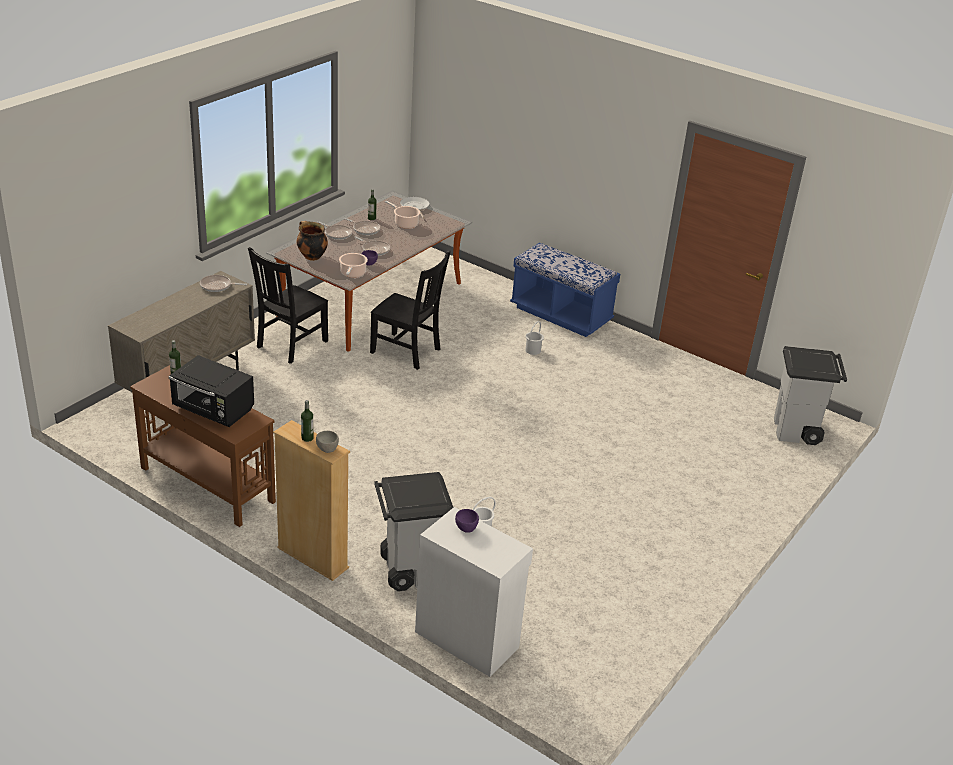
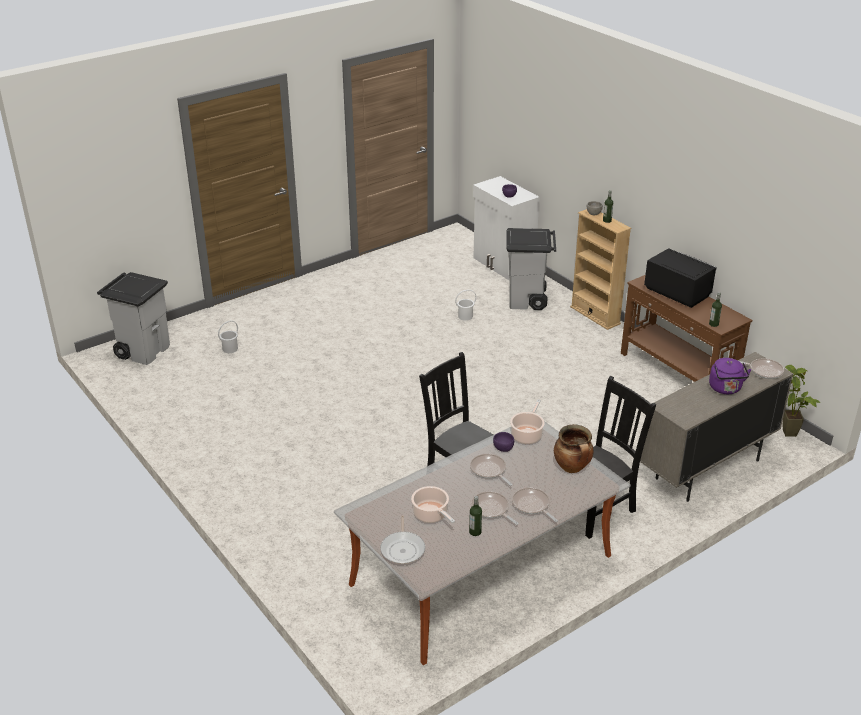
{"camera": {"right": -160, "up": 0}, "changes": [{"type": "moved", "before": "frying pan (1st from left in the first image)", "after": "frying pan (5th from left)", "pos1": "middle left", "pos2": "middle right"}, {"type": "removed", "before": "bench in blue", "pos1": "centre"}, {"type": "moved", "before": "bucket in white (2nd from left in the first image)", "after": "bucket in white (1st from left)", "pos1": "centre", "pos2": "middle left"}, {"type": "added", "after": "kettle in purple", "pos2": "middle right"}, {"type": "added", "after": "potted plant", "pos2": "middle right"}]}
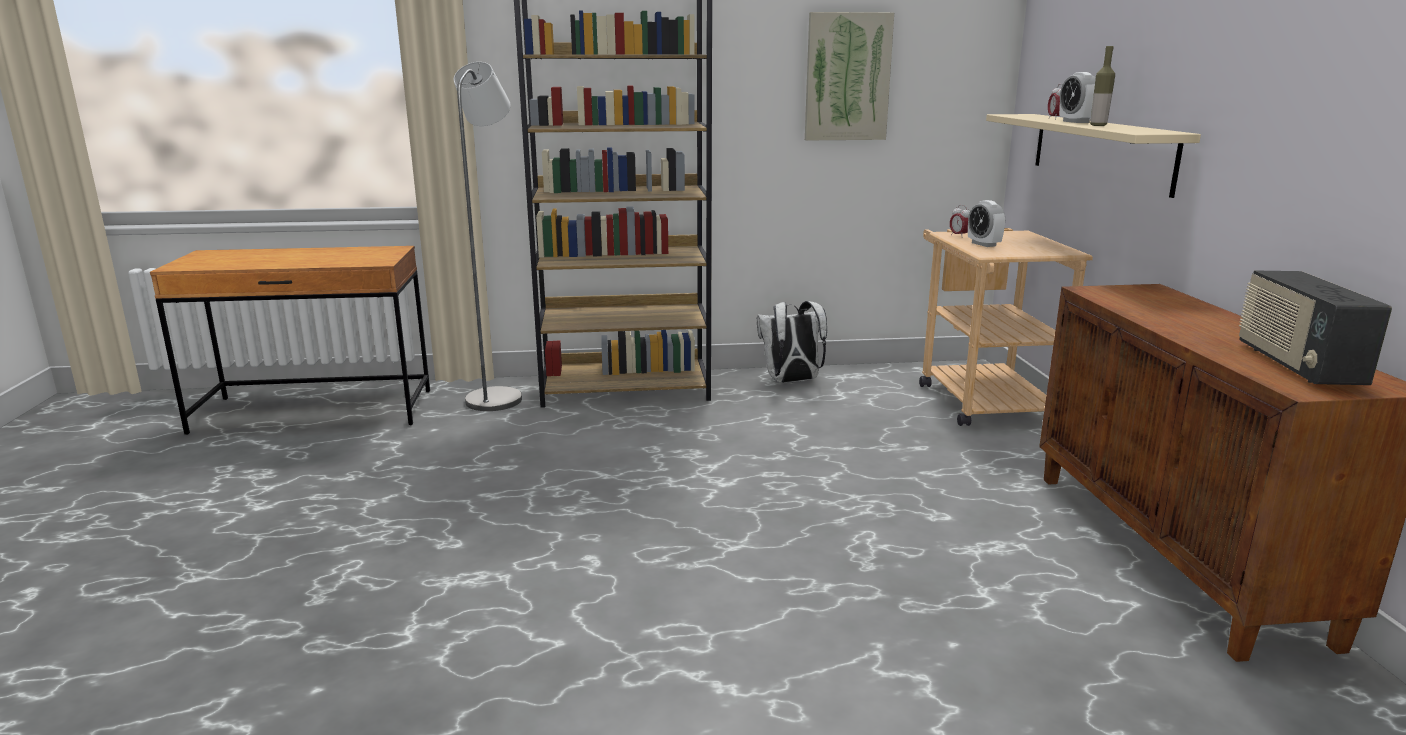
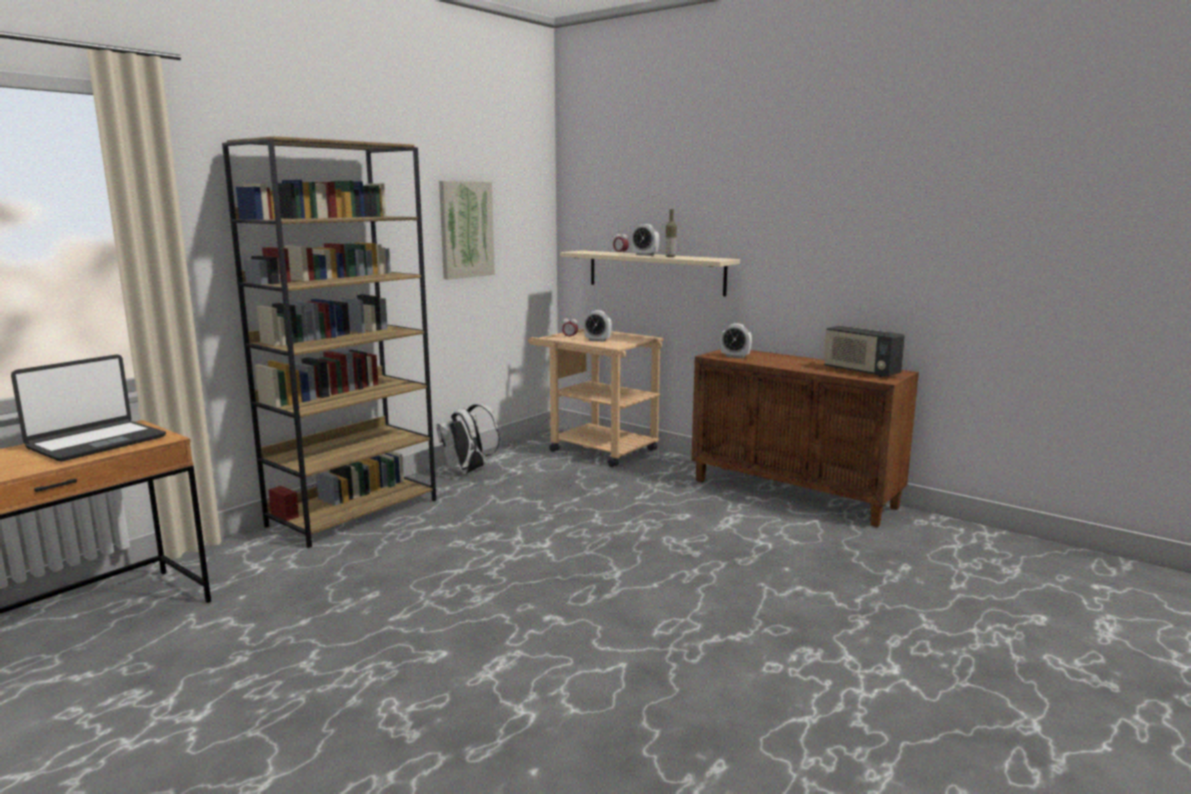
{"camera": {"right": -45, "up": -5}, "changes": [{"type": "removed", "before": "floor lamp in grey", "pos1": "top centre"}, {"type": "added", "after": "laptop", "pos2": "middle left"}, {"type": "added", "after": "alarm clock (5th from left)", "pos2": "centre"}]}
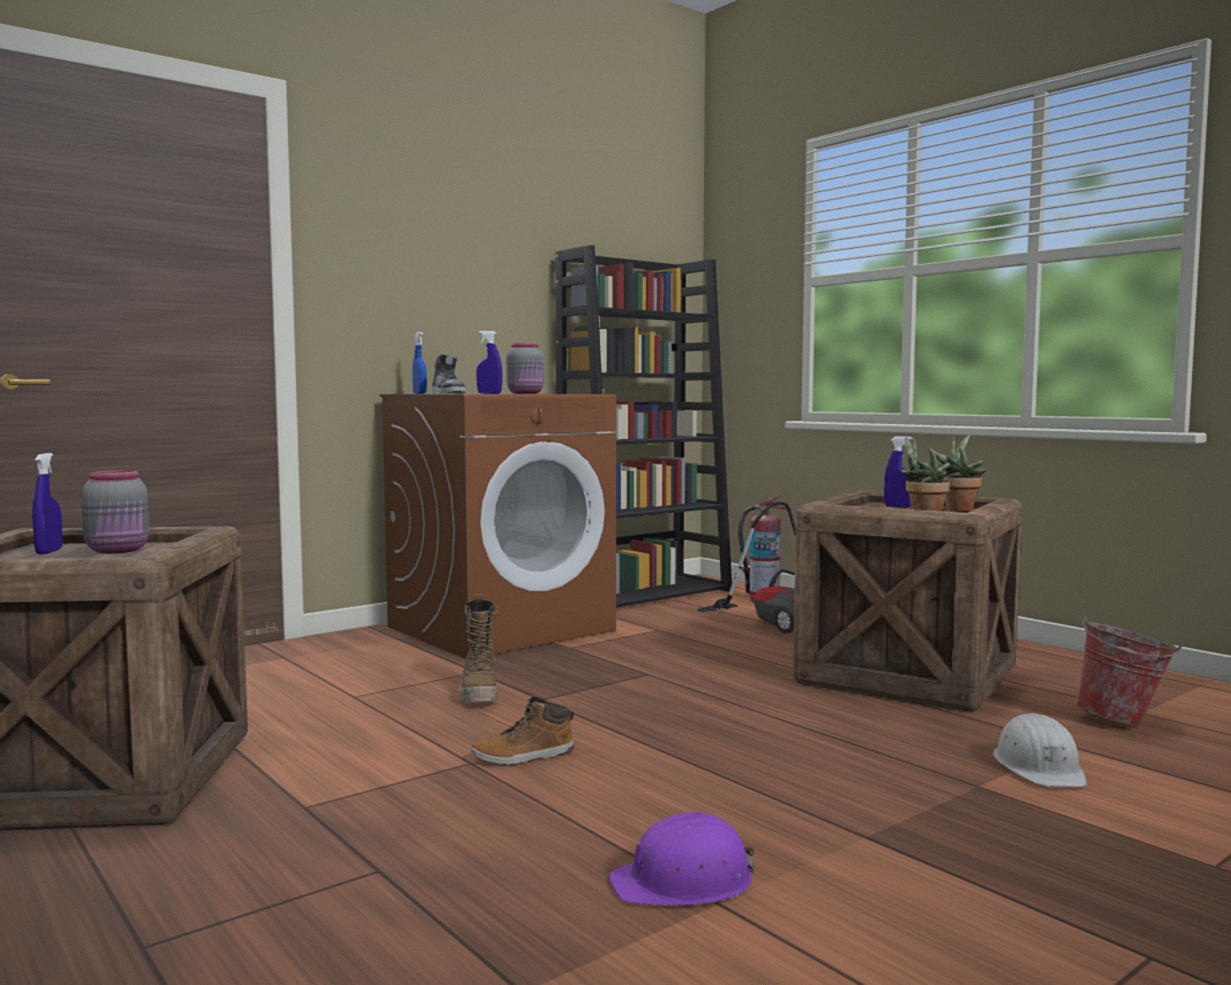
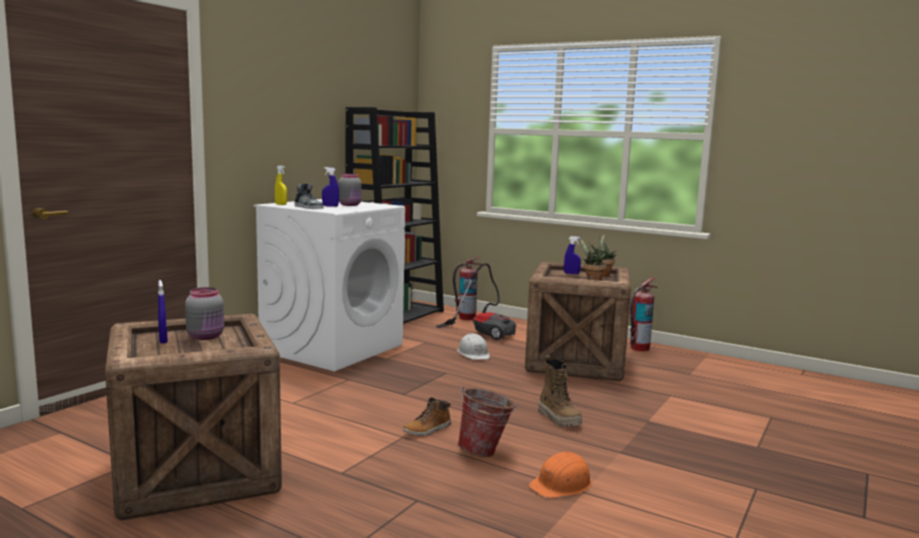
{"camera": {"right": -20, "up": 5}, "changes": [{"type": "recoloured", "before": "washing machine in brown", "after": "washing machine in white", "pos1": "centre", "pos2": "centre"}, {"type": "recoloured", "before": "spray bottle in blue (2nd from left)", "after": "spray bottle in yellow", "pos1": "centre", "pos2": "middle left"}, {"type": "moved", "before": "boot (1st from left in the first image)", "after": "boot (2nd from left)", "pos1": "centre", "pos2": "bottom centre"}, {"type": "recoloured", "before": "hard hat in purple", "after": "hard hat in orange", "pos1": "bottom centre", "pos2": "bottom centre"}, {"type": "moved", "before": "hard hat in white", "pos1": "bottom right", "pos2": "centre"}, {"type": "moved", "before": "bucket", "pos1": "bottom right", "pos2": "bottom centre"}, {"type": "added", "after": "fire extinguisher (2nd from left)", "pos2": "middle right"}]}
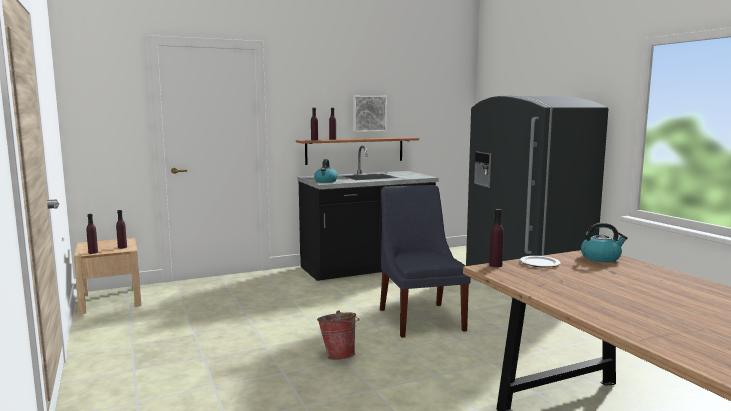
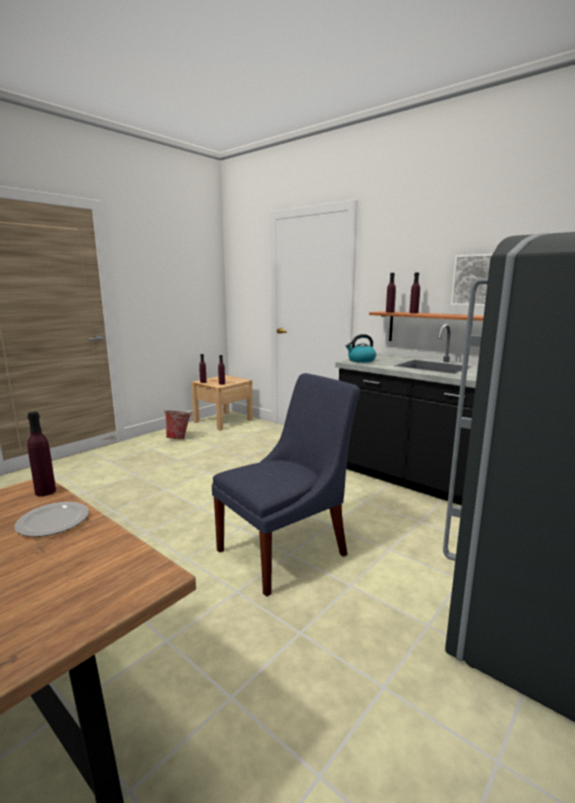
{"camera": {"right": 65, "up": 5}, "changes": [{"type": "moved", "before": "bucket", "pos1": "bottom centre", "pos2": "middle left"}, {"type": "removed", "before": "kettle (2nd from left)", "pos1": "middle right"}]}
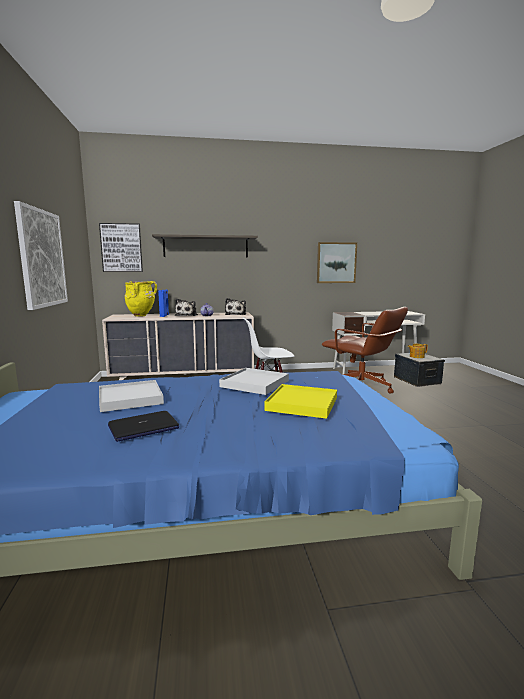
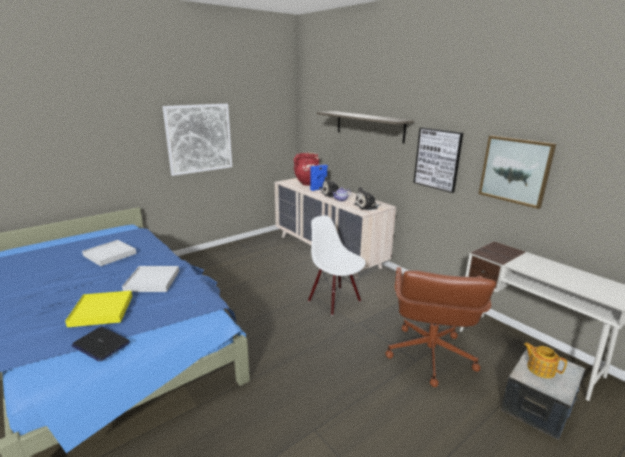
{"camera": {"right": 60, "up": 10}, "changes": [{"type": "moved", "before": "picture (2nd from left)", "pos1": "middle left", "pos2": "middle right"}, {"type": "moved", "before": "laptop", "pos1": "middle left", "pos2": "bottom left"}, {"type": "recoloured", "before": "vase in yellow", "after": "vase in red", "pos1": "middle left", "pos2": "centre"}]}
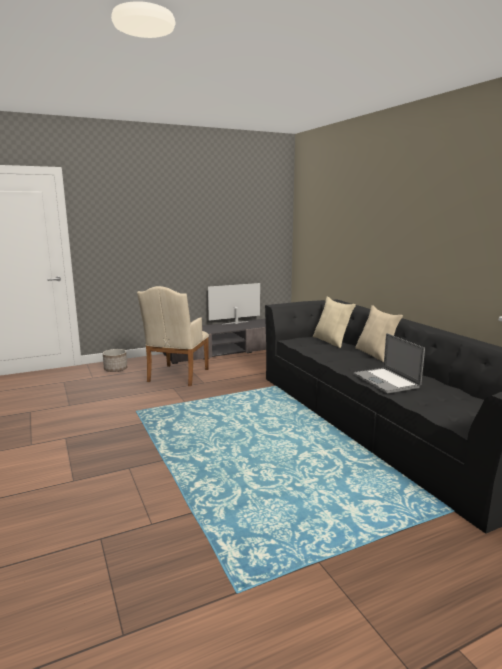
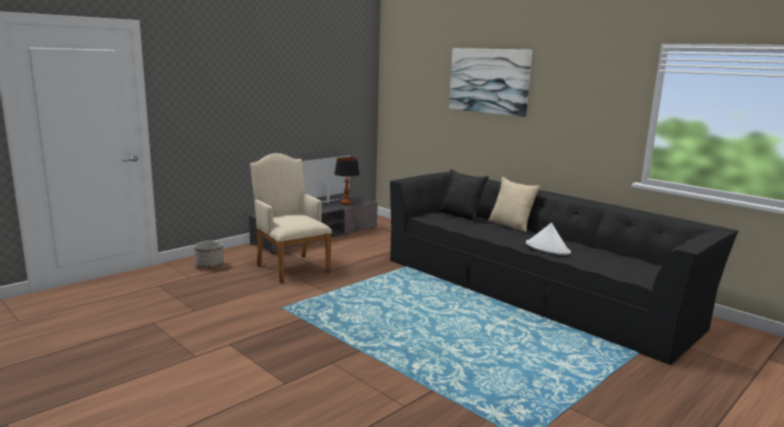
{"camera": {"right": -20, "up": 0}, "changes": [{"type": "turned", "before": "armchair in beige", "pos1": "centre", "pos2": "centre", "turn": 150}, {"type": "recoloured", "before": "pillow in beige (1st from left)", "after": "pillow in black", "pos1": "centre", "pos2": "centre"}, {"type": "replaced", "before": "laptop", "after": "hat in white", "pos1": "middle right", "pos2": "middle right"}, {"type": "added", "after": "table lamp", "pos2": "centre"}, {"type": "added", "after": "picture", "pos2": "top centre"}]}
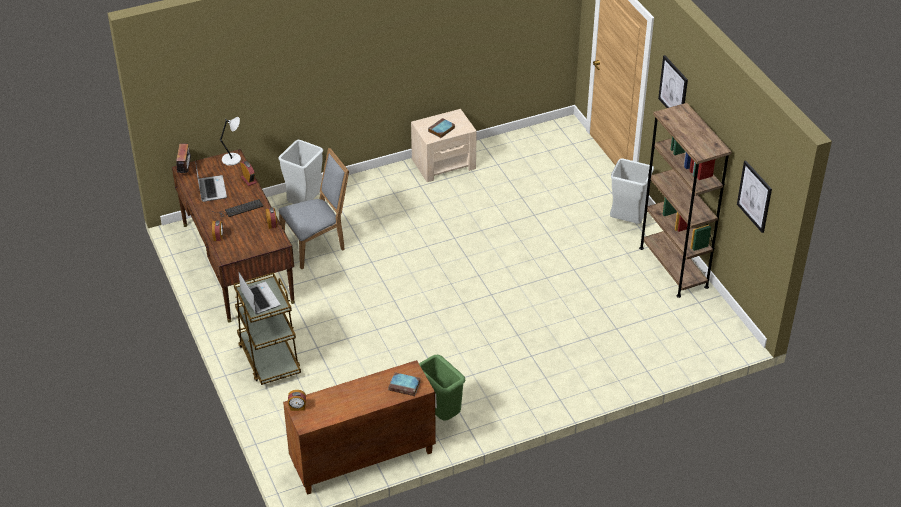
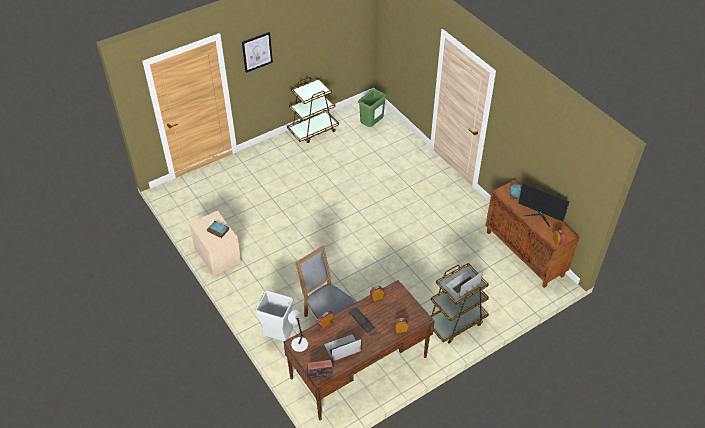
{"camera": {"right": -100, "up": 5}, "changes": [{"type": "moved", "before": "trash can in green", "pos1": "bottom centre", "pos2": "top centre"}, {"type": "removed", "before": "trash can in grey (2nd from left)", "pos1": "middle right"}, {"type": "replaced", "before": "bookcase in brown", "after": "cart in brown (1st from left)", "pos1": "middle right", "pos2": "top centre"}, {"type": "removed", "before": "picture (2nd from left)", "pos1": "middle right"}, {"type": "added", "after": "monitor", "pos2": "middle right"}]}
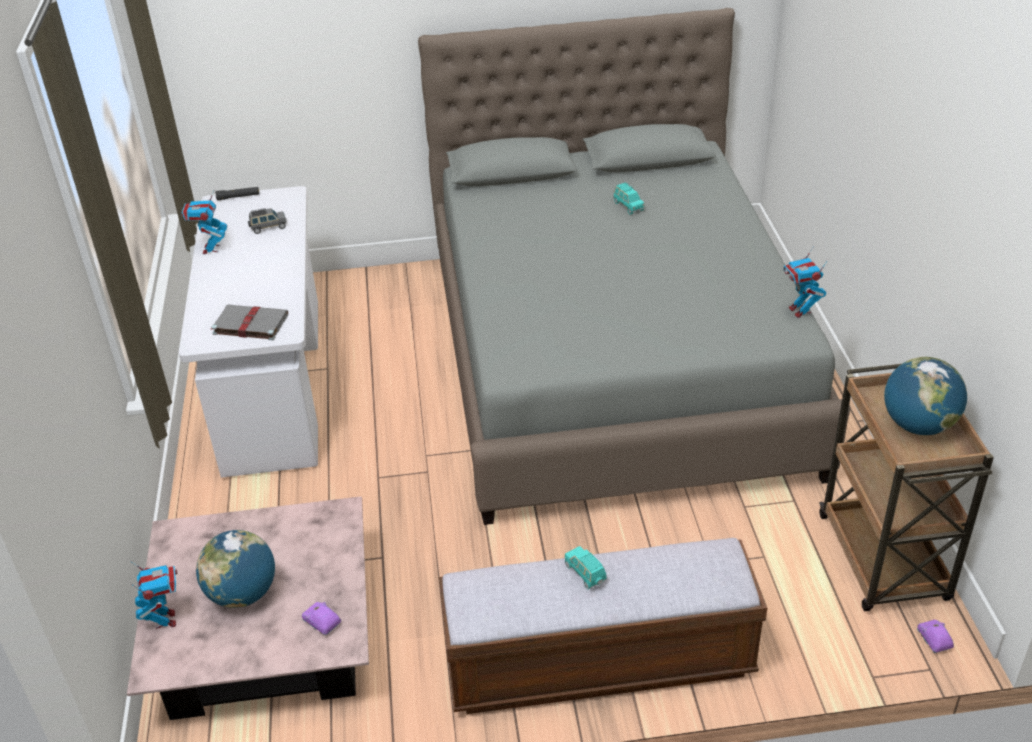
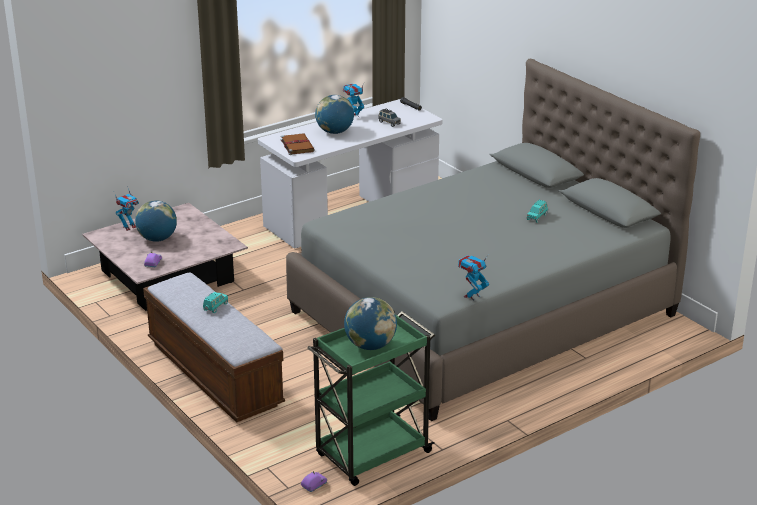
{"camera": {"right": 60, "up": -10}, "changes": [{"type": "recoloured", "before": "book in grey", "after": "book in brown", "pos1": "middle left", "pos2": "top centre"}, {"type": "recoloured", "before": "cart in brown", "after": "cart in green", "pos1": "middle right", "pos2": "bottom centre"}, {"type": "added", "after": "globe (2nd from left)", "pos2": "top centre"}]}
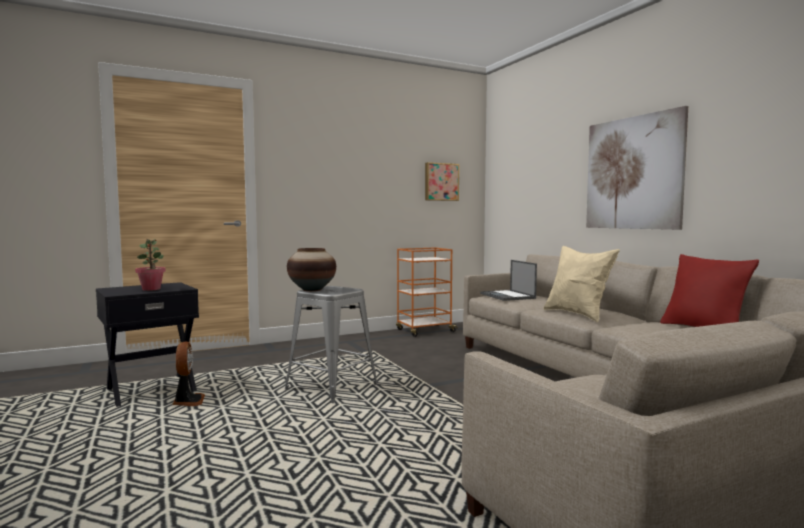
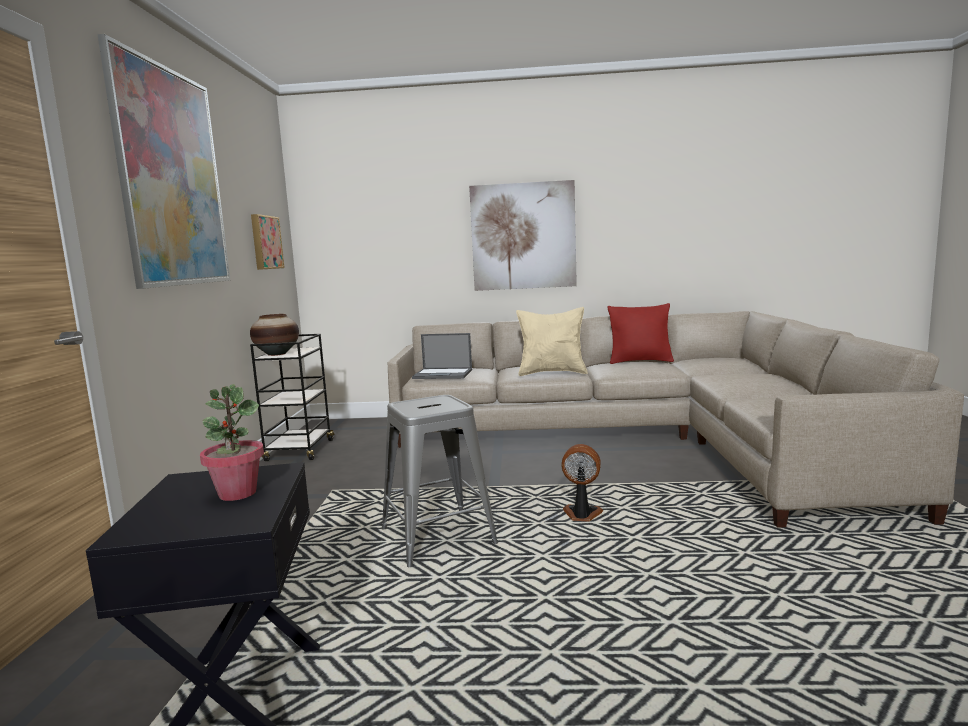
{"camera": {"right": -60, "up": 5}, "changes": [{"type": "moved", "before": "fan", "pos1": "bottom left", "pos2": "centre"}, {"type": "moved", "before": "vase", "pos1": "centre", "pos2": "middle left"}, {"type": "recoloured", "before": "cart in orange", "after": "cart in black", "pos1": "centre", "pos2": "middle left"}, {"type": "added", "after": "picture (1st from left)", "pos2": "top left"}]}
